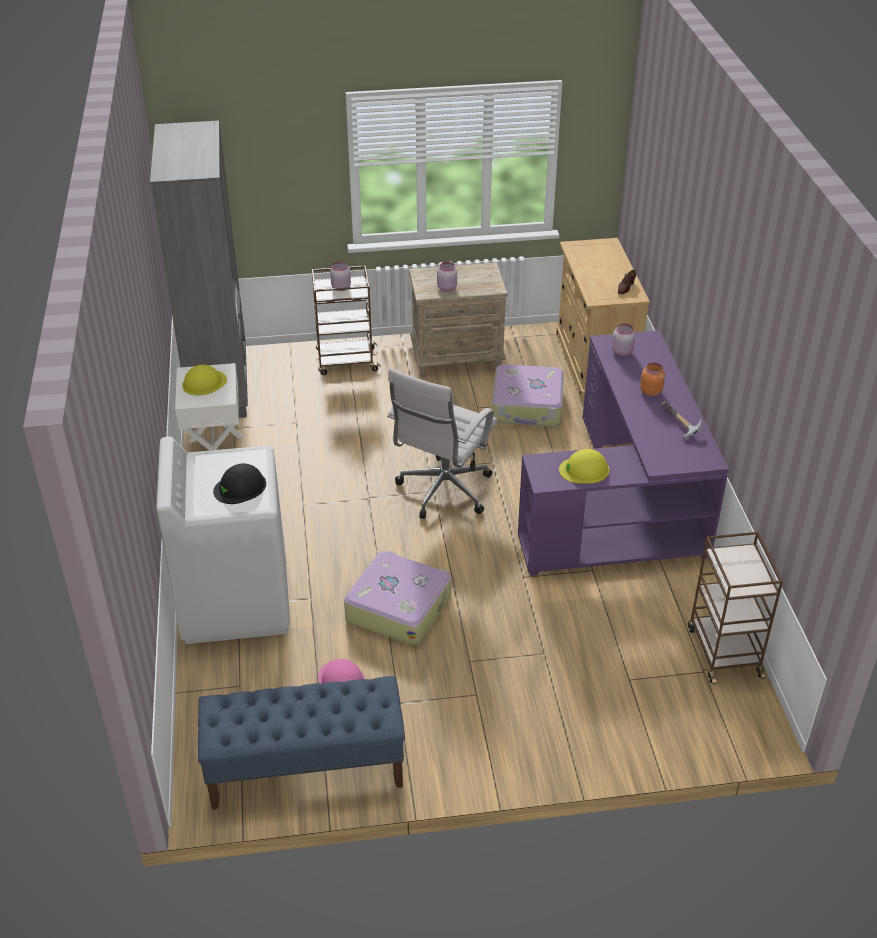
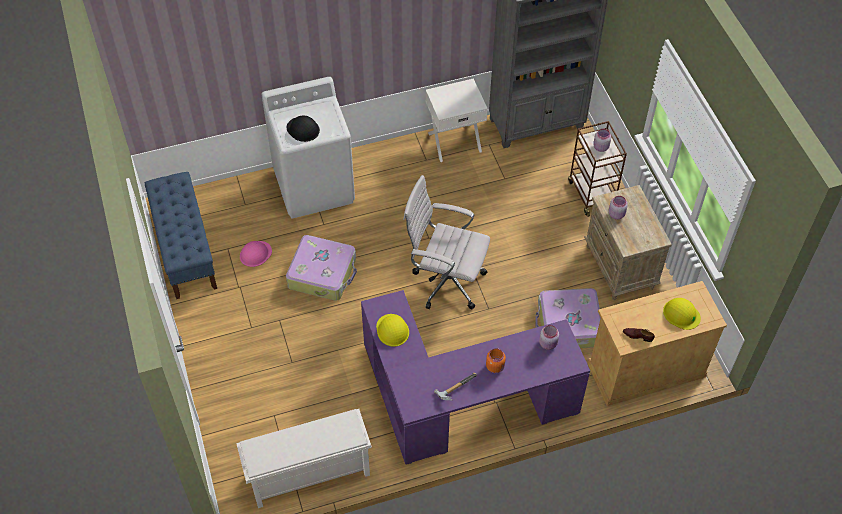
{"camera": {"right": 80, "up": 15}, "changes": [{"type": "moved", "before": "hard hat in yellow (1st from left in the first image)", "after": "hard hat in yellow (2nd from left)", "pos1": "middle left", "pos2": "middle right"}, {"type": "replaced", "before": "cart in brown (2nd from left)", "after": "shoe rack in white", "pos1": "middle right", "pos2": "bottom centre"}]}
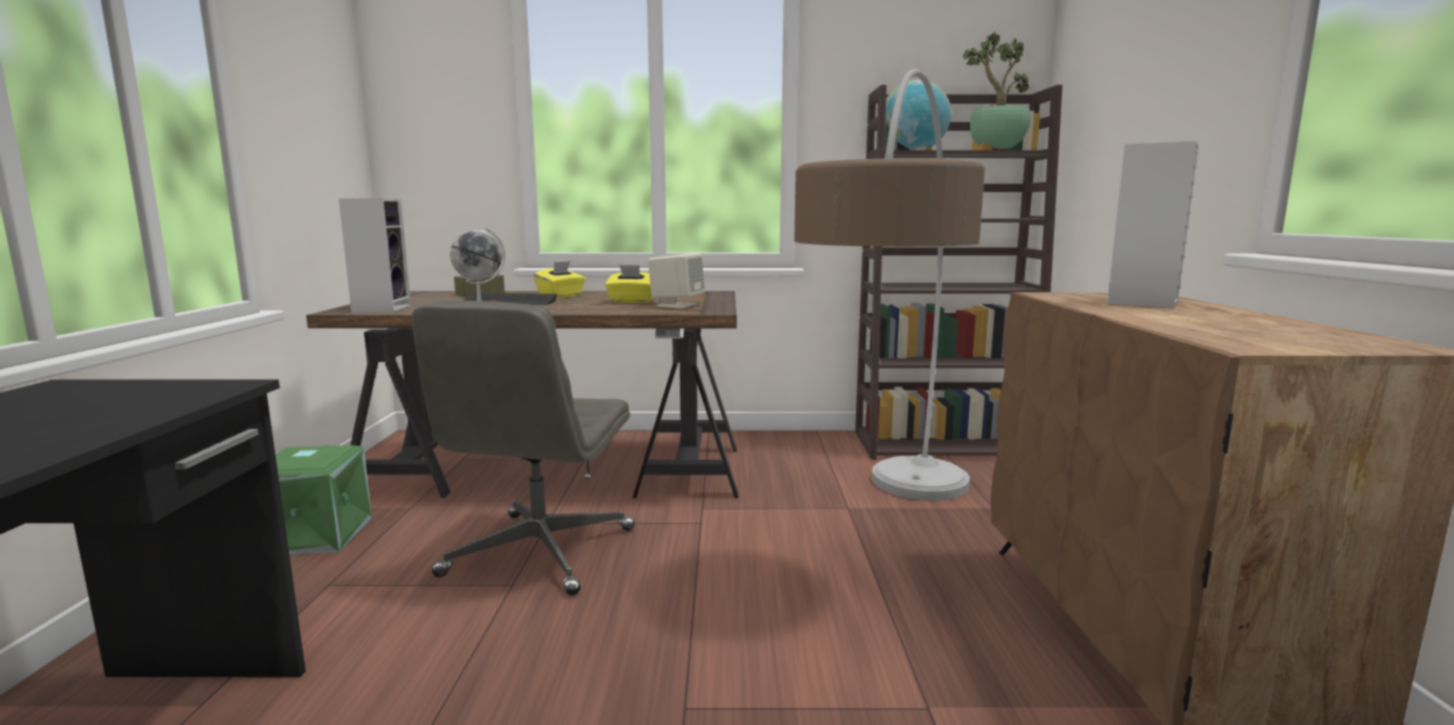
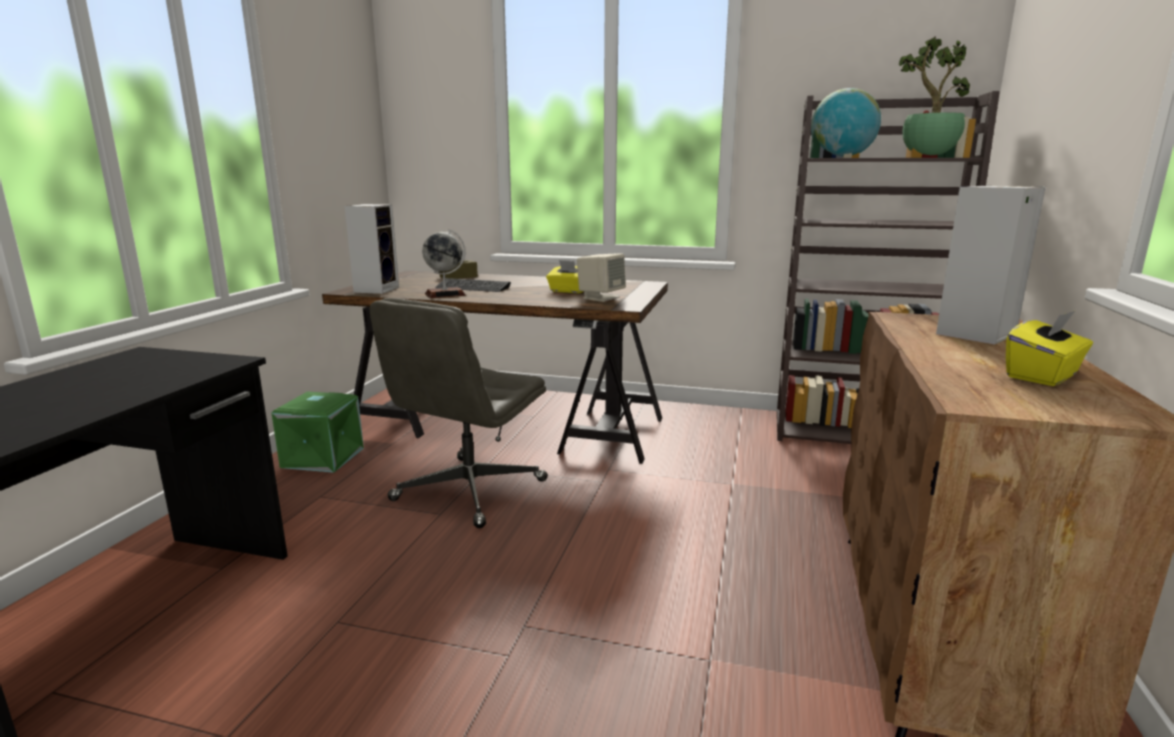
{"camera": {"right": 15, "up": 5}, "changes": [{"type": "moved", "before": "tissue box in yellow (1st from left in the first image)", "after": "tissue box in yellow (2nd from left)", "pos1": "centre", "pos2": "middle right"}, {"type": "removed", "before": "floor lamp", "pos1": "centre"}]}
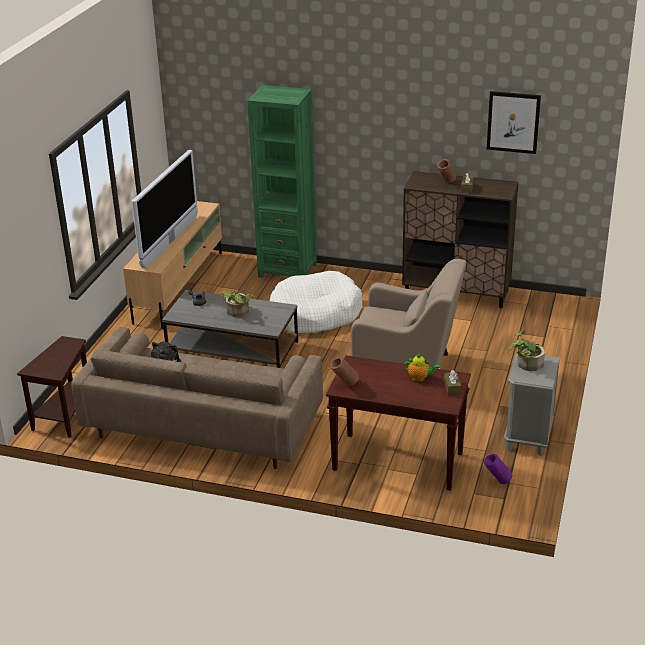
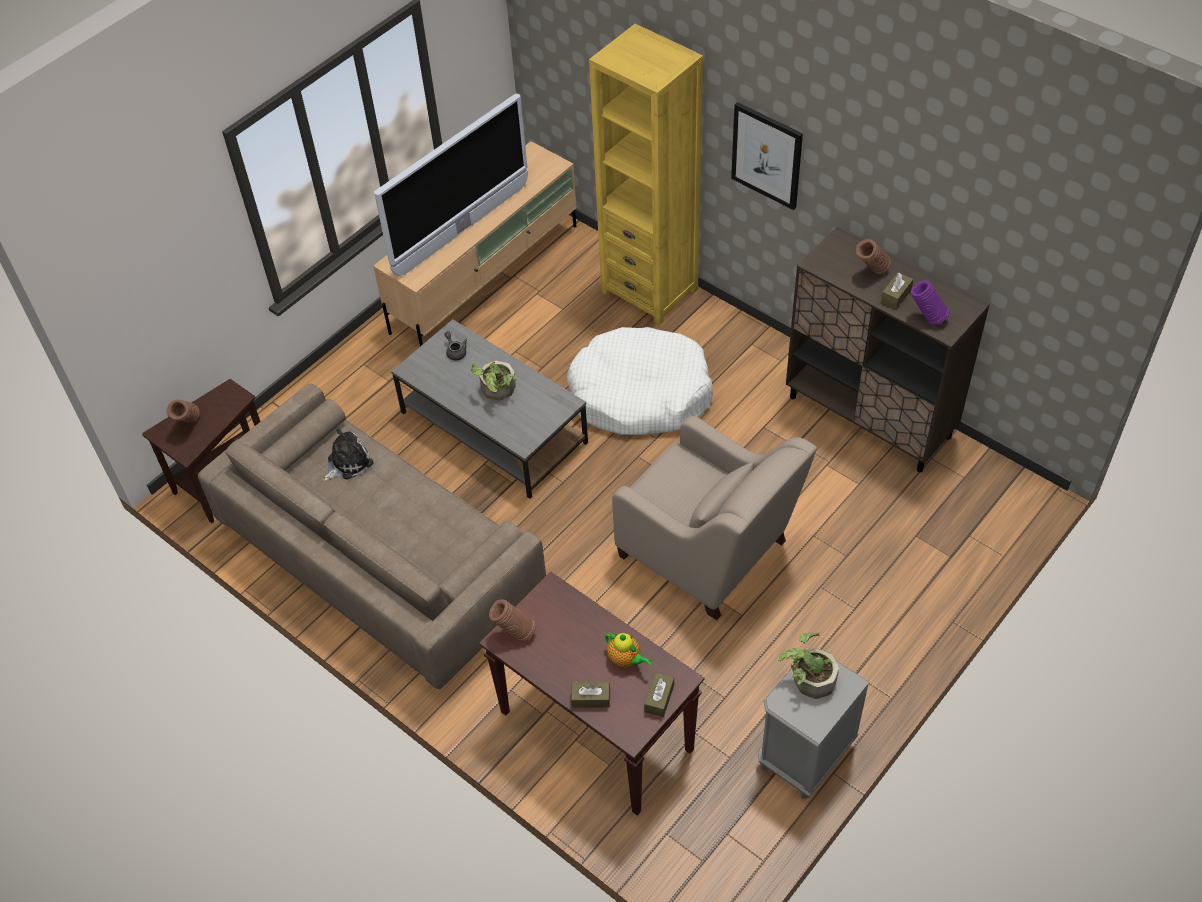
{"camera": {"right": 25, "up": 20}, "changes": [{"type": "recoloured", "before": "bookcase in green", "after": "bookcase in yellow", "pos1": "top centre", "pos2": "top centre"}, {"type": "moved", "before": "vase in purple", "pos1": "bottom right", "pos2": "middle right"}, {"type": "moved", "before": "picture", "pos1": "top right", "pos2": "top centre"}, {"type": "added", "after": "vase in brown (1st from left)", "pos2": "middle left"}, {"type": "added", "after": "tissue box in brown (1st from left)", "pos2": "bottom centre"}]}
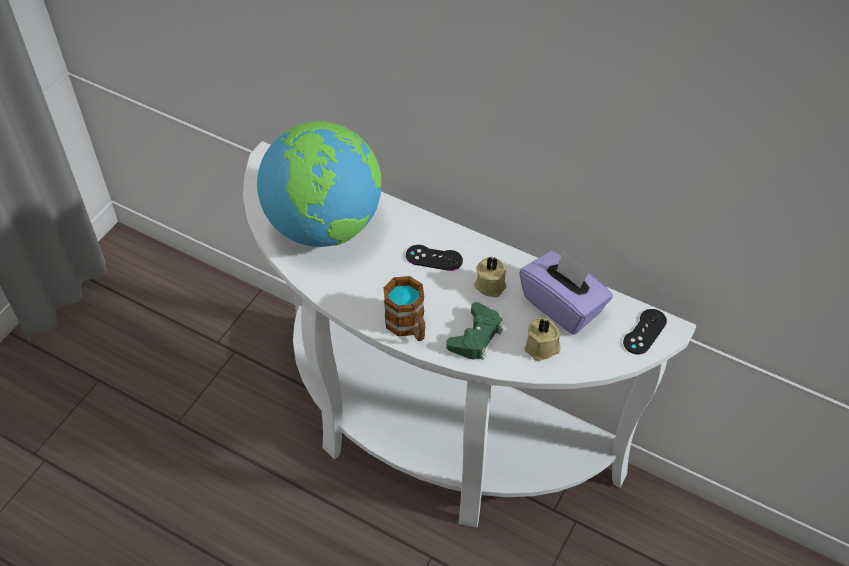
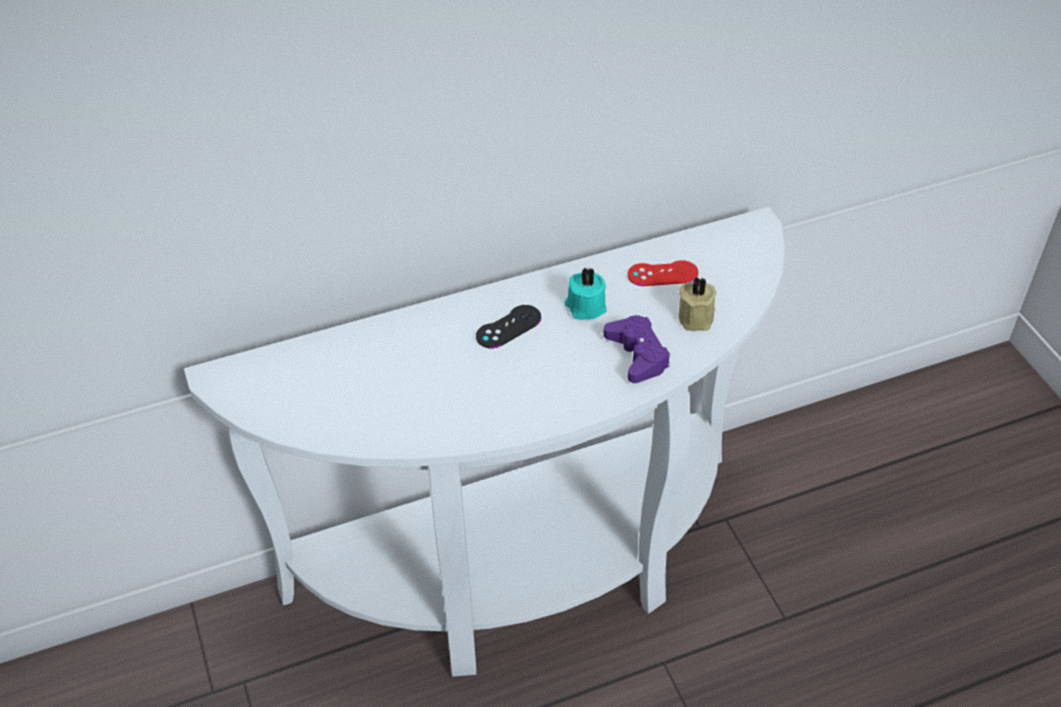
{"camera": {"right": -50, "up": -5}, "changes": [{"type": "removed", "before": "globe", "pos1": "top centre"}, {"type": "removed", "before": "mug", "pos1": "centre"}, {"type": "recoloured", "before": "game controller in green", "after": "game controller in purple", "pos1": "centre", "pos2": "centre"}, {"type": "recoloured", "before": "candle in beige (1st from left)", "after": "candle in turquoise", "pos1": "centre", "pos2": "centre"}, {"type": "replaced", "before": "tissue box in purple", "after": "game controller in red", "pos1": "middle right", "pos2": "centre"}, {"type": "removed", "before": "game controller in black (2nd from left)", "pos1": "middle right"}]}
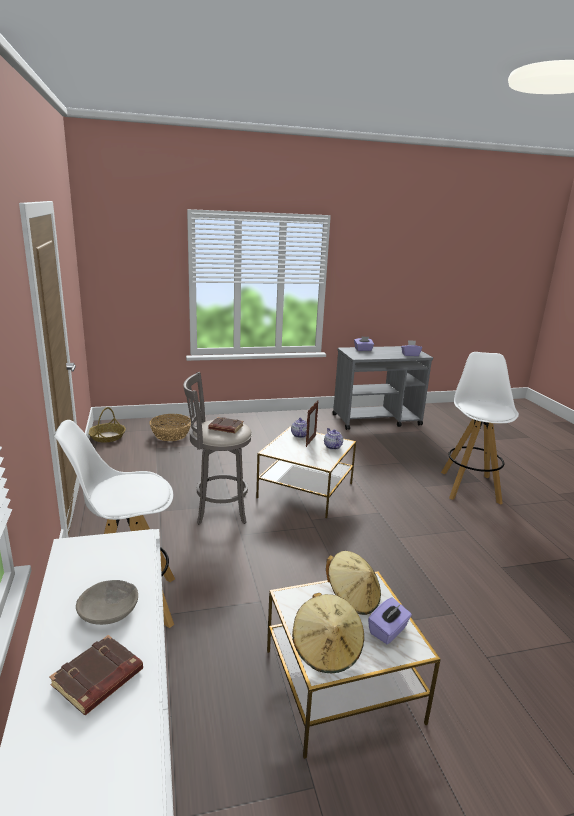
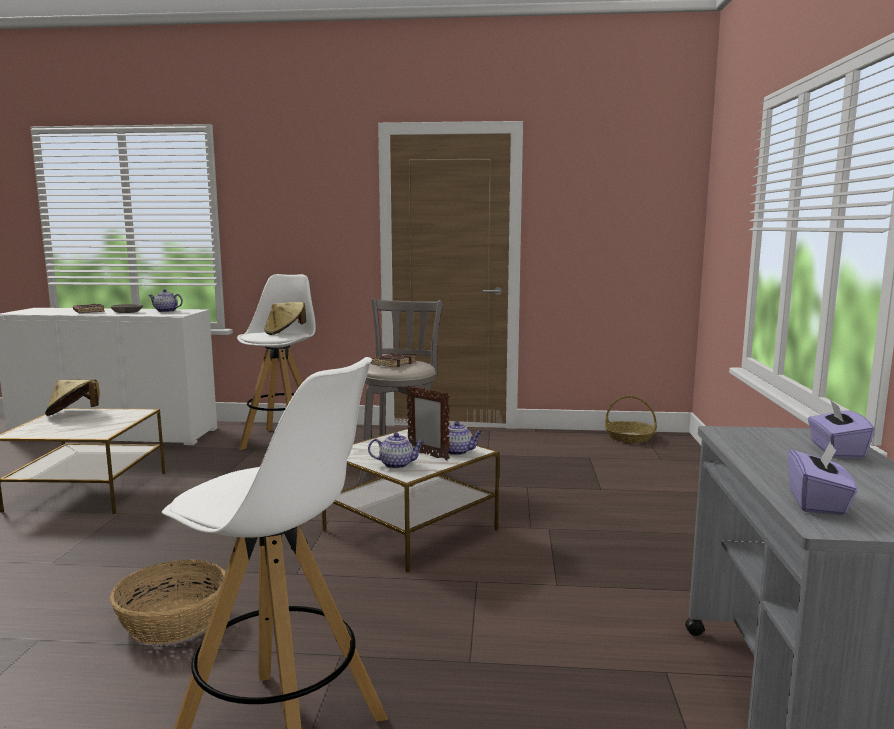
{"camera": {"right": 110, "up": -10}, "changes": [{"type": "moved", "before": "basket (2nd from left in the first image)", "after": "basket (1st from left)", "pos1": "middle left", "pos2": "bottom left"}, {"type": "moved", "before": "hat in beige (2nd from left)", "pos1": "bottom centre", "pos2": "middle left"}, {"type": "removed", "before": "tissue box in purple (2nd from left)", "pos1": "bottom right"}, {"type": "added", "after": "teapot (1st from left)", "pos2": "middle left"}]}
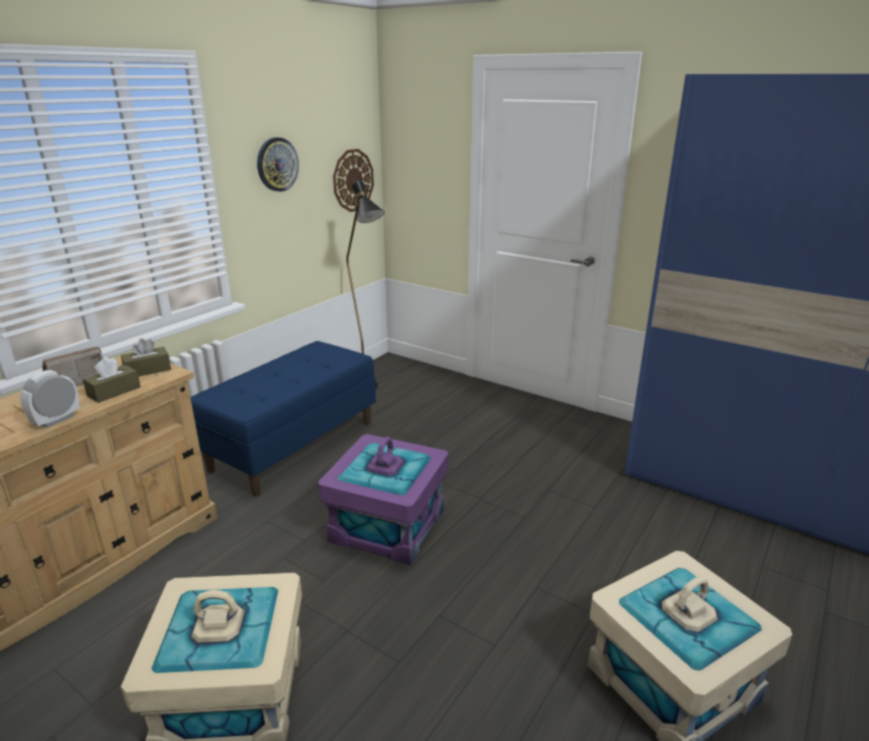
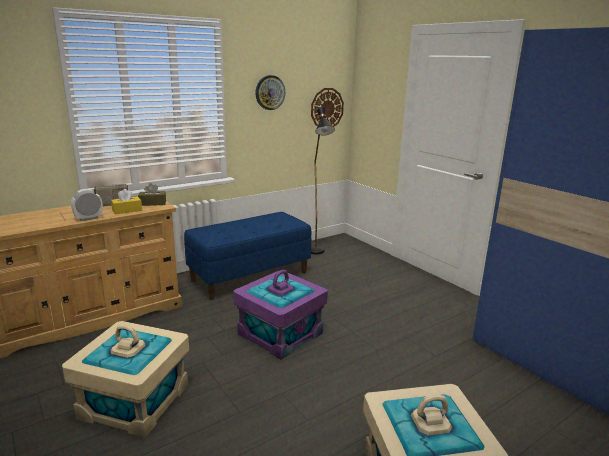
{"camera": {"right": 20, "up": -5}, "changes": [{"type": "recoloured", "before": "tissue box in brown (1st from left)", "after": "tissue box in yellow", "pos1": "middle left", "pos2": "middle left"}]}
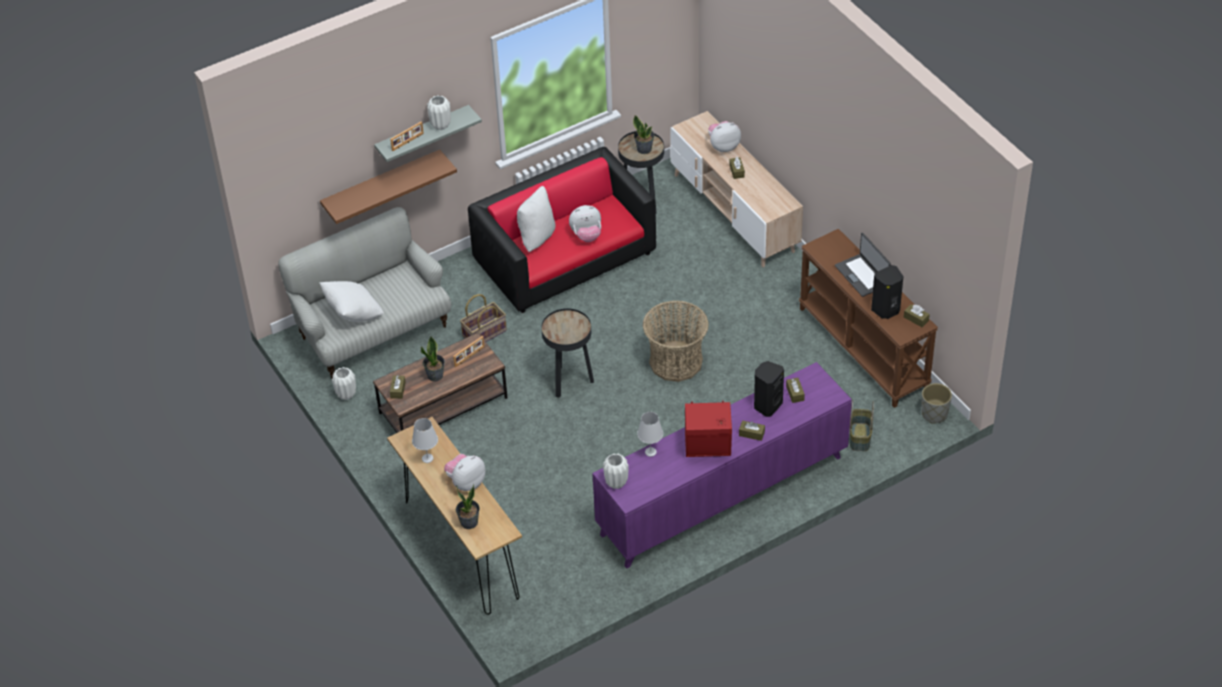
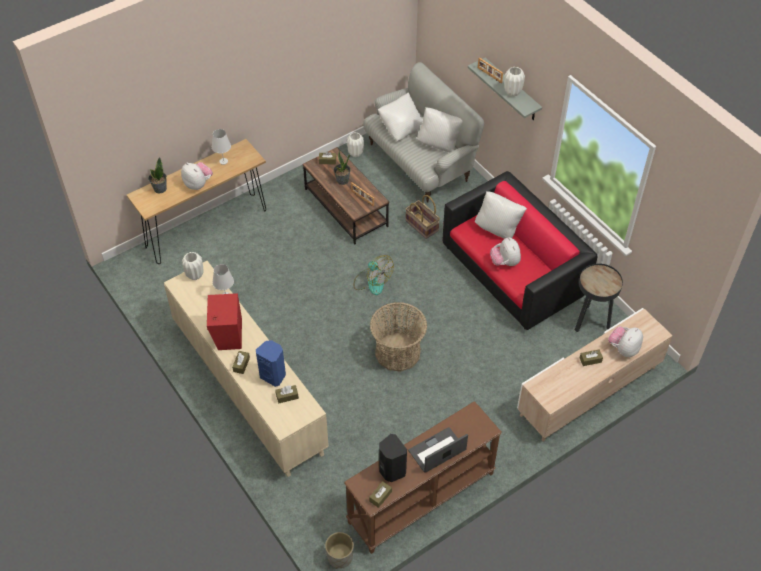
{"camera": {"right": 85, "up": 5}, "changes": [{"type": "removed", "before": "shelf in brown", "pos1": "top left"}, {"type": "replaced", "before": "side table in black (1st from left)", "after": "fan", "pos1": "centre", "pos2": "centre"}, {"type": "recoloured", "before": "cabinet in purple", "after": "cabinet in beige", "pos1": "bottom centre", "pos2": "middle left"}, {"type": "removed", "before": "potted plant (3rd from left)", "pos1": "top centre"}, {"type": "turned", "before": "plush toy (3rd from left)", "pos1": "top centre", "pos2": "middle right", "turn": -120}, {"type": "recoloured", "before": "speaker in black (1st from left)", "after": "speaker in blue", "pos1": "centre", "pos2": "centre"}, {"type": "removed", "before": "basket (3rd from left)", "pos1": "middle right"}, {"type": "added", "after": "pillow in white (2nd from left)", "pos2": "top centre"}]}
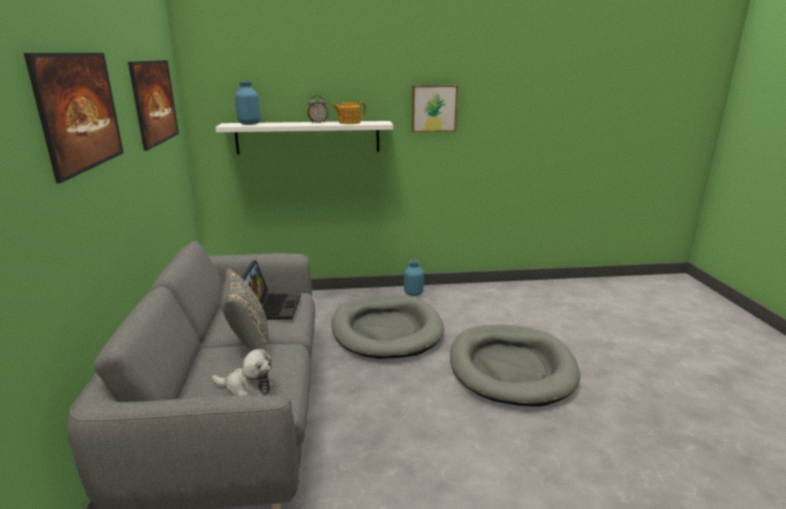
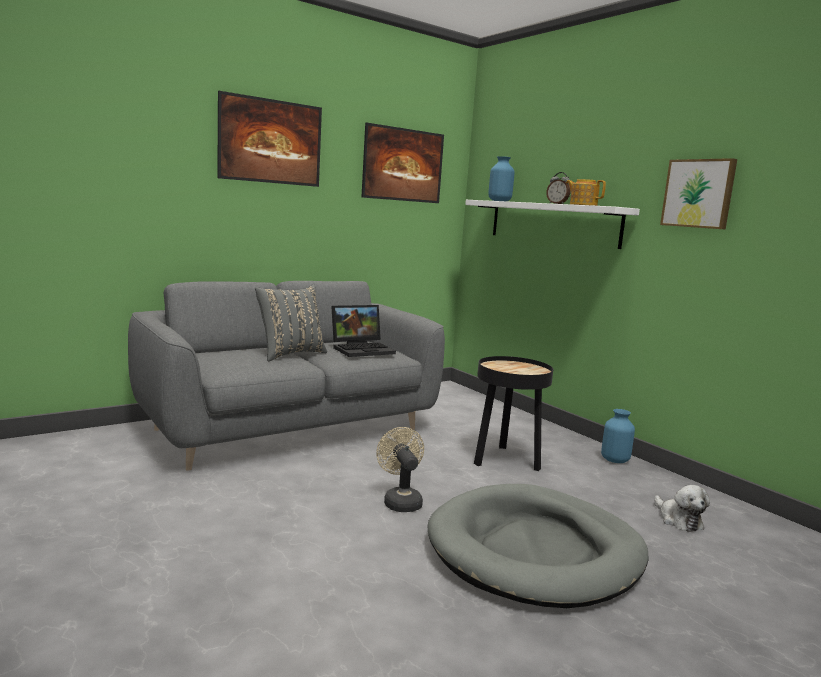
{"camera": {"right": 60, "up": -10}, "changes": [{"type": "moved", "before": "plush toy", "pos1": "bottom left", "pos2": "bottom right"}, {"type": "replaced", "before": "dog bed in grey (1st from left)", "after": "side table in black", "pos1": "centre", "pos2": "centre"}, {"type": "added", "after": "fan in beige", "pos2": "bottom centre"}]}
